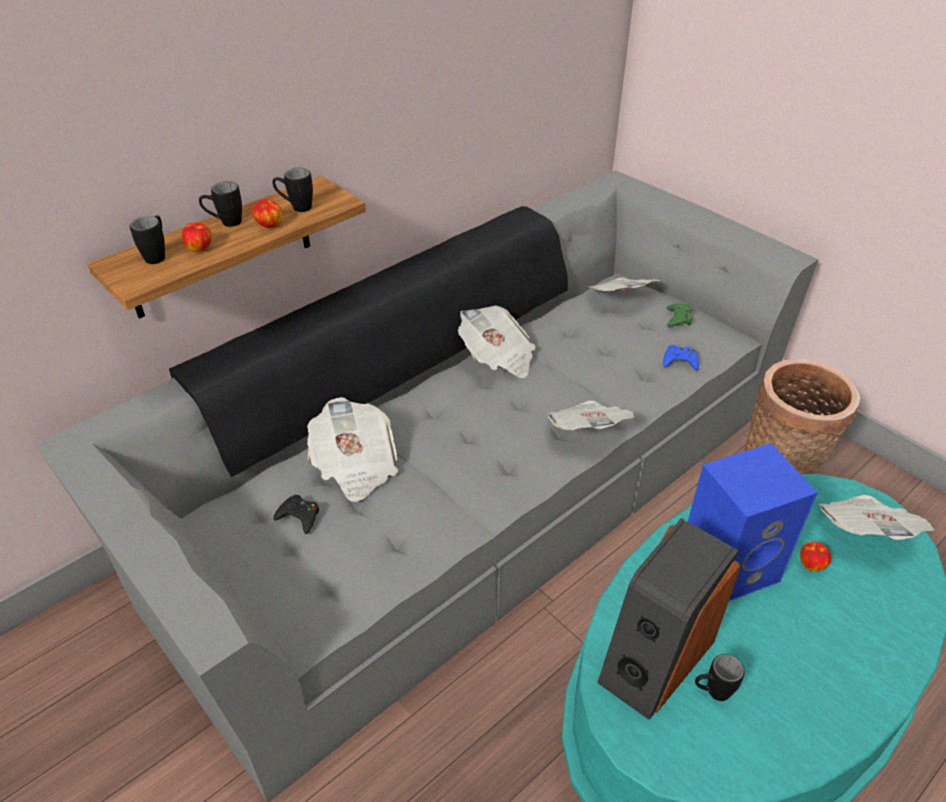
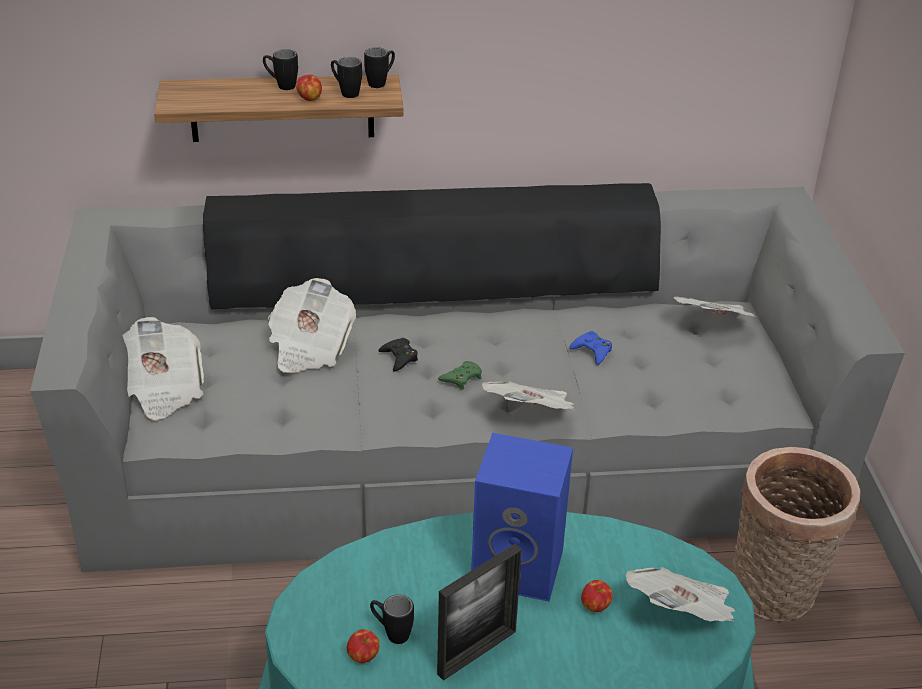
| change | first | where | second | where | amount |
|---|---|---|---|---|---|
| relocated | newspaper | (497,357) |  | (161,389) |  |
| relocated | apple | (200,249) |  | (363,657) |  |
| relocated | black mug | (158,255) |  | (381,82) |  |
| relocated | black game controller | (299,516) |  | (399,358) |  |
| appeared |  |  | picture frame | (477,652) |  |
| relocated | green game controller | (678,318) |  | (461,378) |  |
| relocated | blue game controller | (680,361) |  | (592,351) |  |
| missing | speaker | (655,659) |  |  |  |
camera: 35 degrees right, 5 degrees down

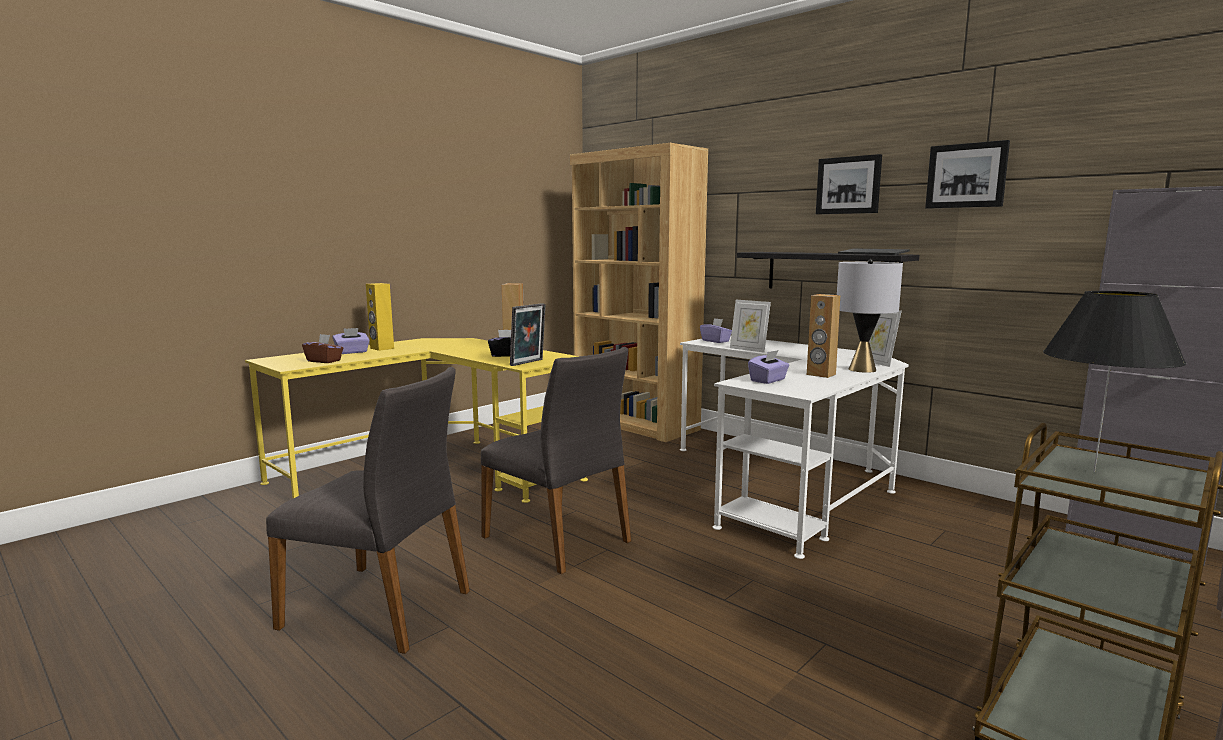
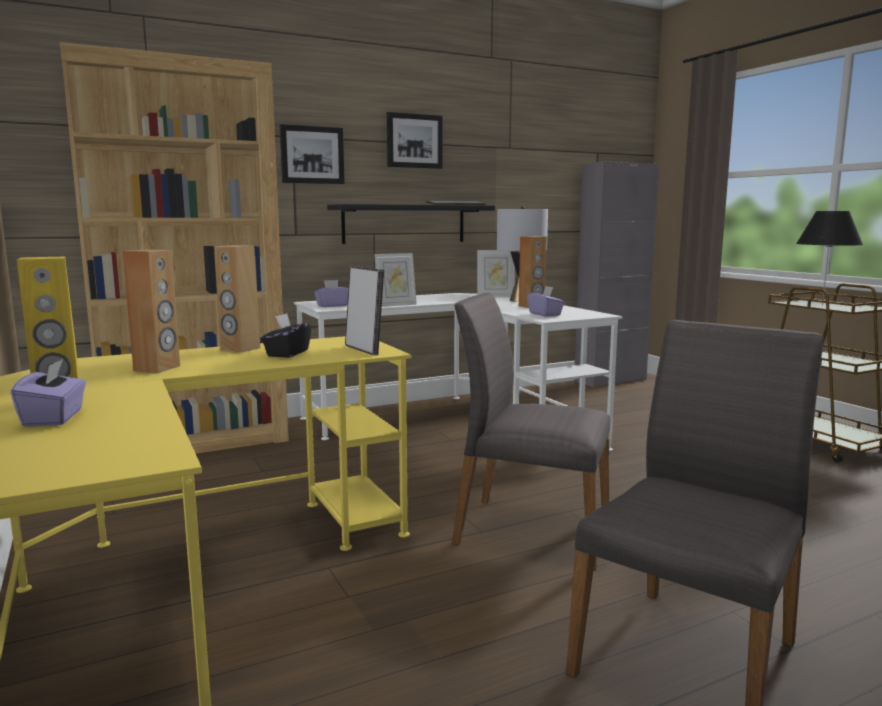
| change | first | where | second | where | amount |
|---|---|---|---|---|---|
| appeared |  |  | brown speaker | (157,368) |  |
| relocated | picture | (966,175) |  | (312,155) |  |
| spun | grey chair | (559,538) |  | (531,530) | 135 degrees counterclockwise |
| missing | brown tissue box | (324,361) |  |  |  |
camera: 70 degrees left, 0 degrees up

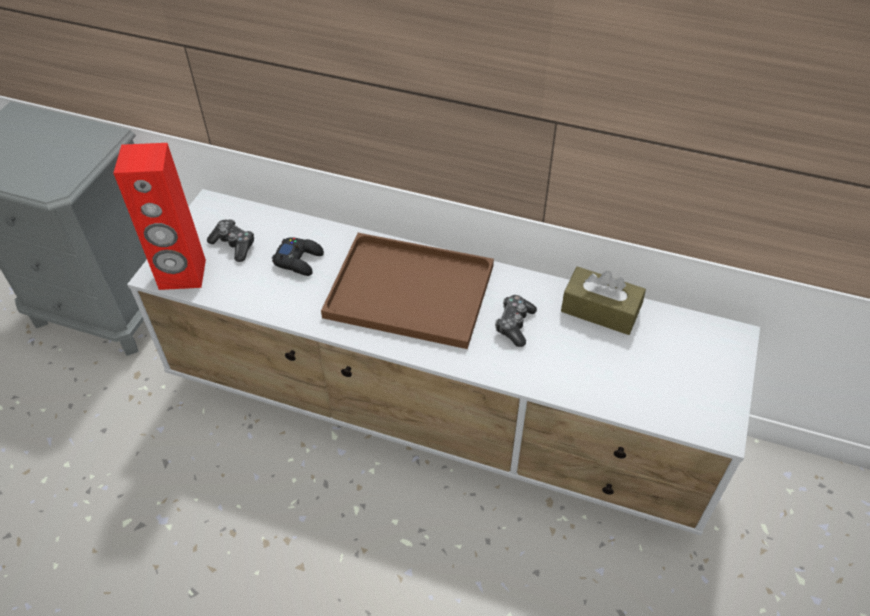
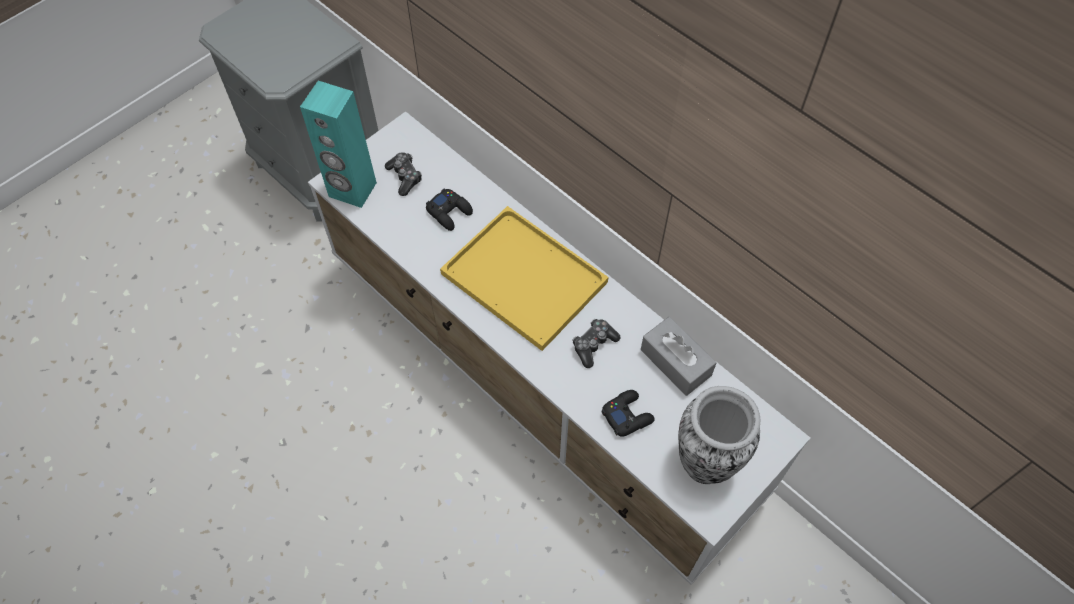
| change | first | where | second | where | amount |
|---|---|---|---|---|---|
| colour | red speaker | (182,275) | turquoise speaker | (352,190) |  |
| colour | brown tray | (406,292) | yellow tray | (520,277) |  |
| appeared |  |  | black game controller | (627,415) |  |
| colour | brown tissue box | (600,310) | grey tissue box | (675,362) |  |
| appeared |  |  | vase | (706,462) |  |
camera: 25 degrees right, 10 degrees up

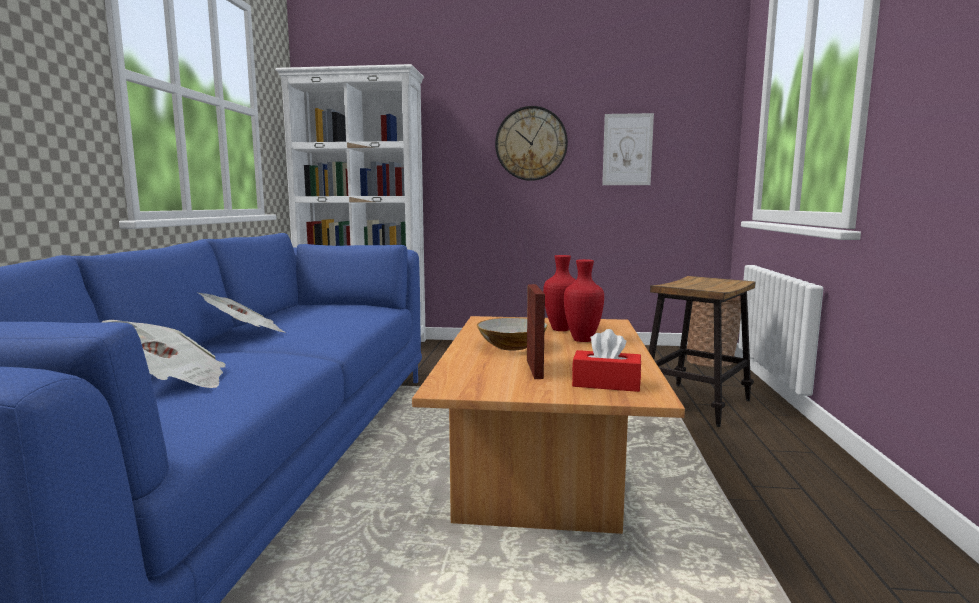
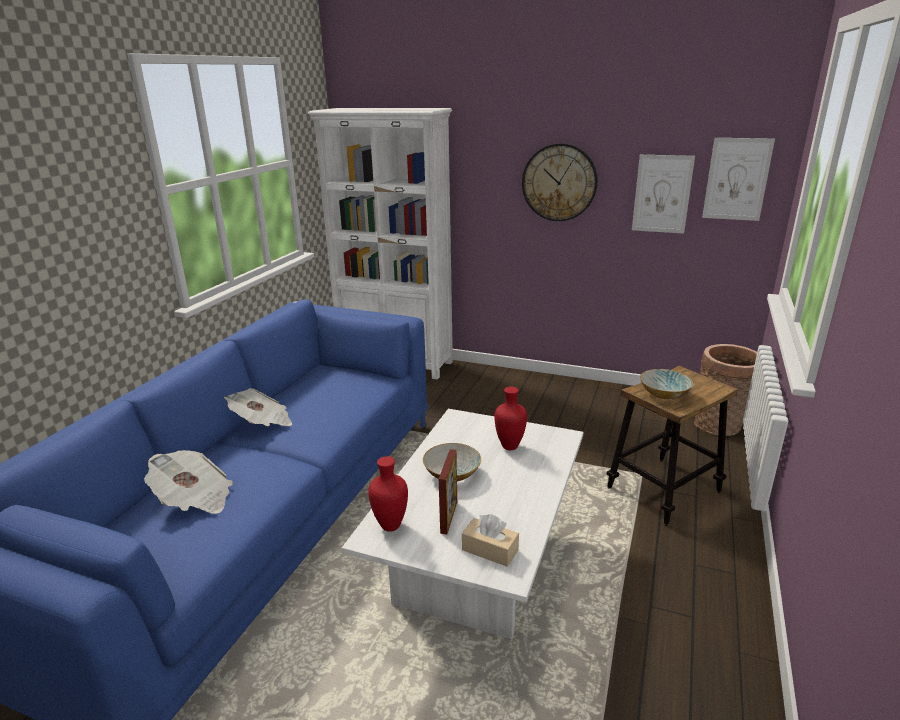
| change | first | where | second | where | amount |
|---|---|---|---|---|---|
| colour | brown coffee table | (544,483) | white coffee table | (478,573) |  |
| relocated | red vase | (584,340) |  | (392,526) |  |
| colour | red tissue box | (606,384) | beige tissue box | (490,550) |  |
| appeared |  |  | bowl | (665,394) |  |
| appeared |  |  | picture | (737,179) |  |
camera: 15 degrees right, 15 degrees up

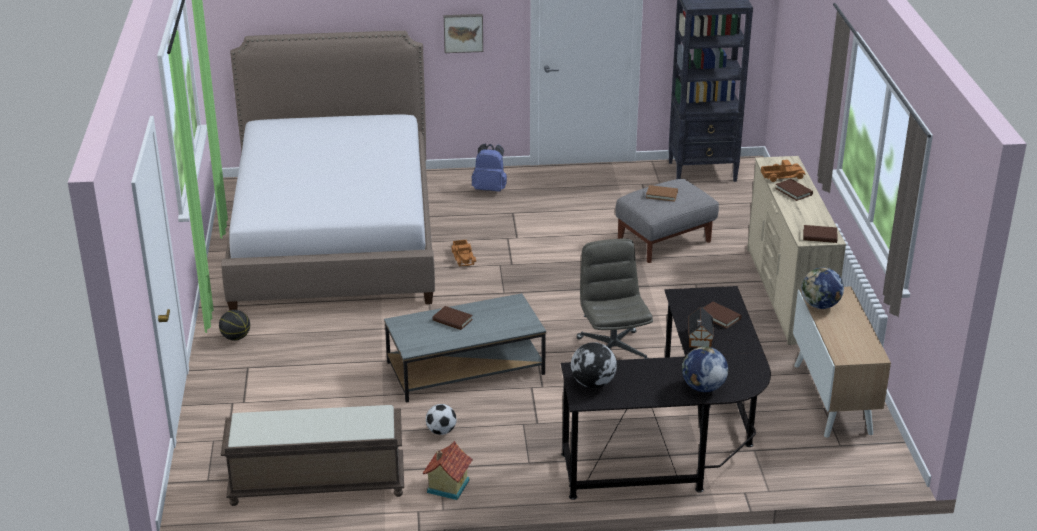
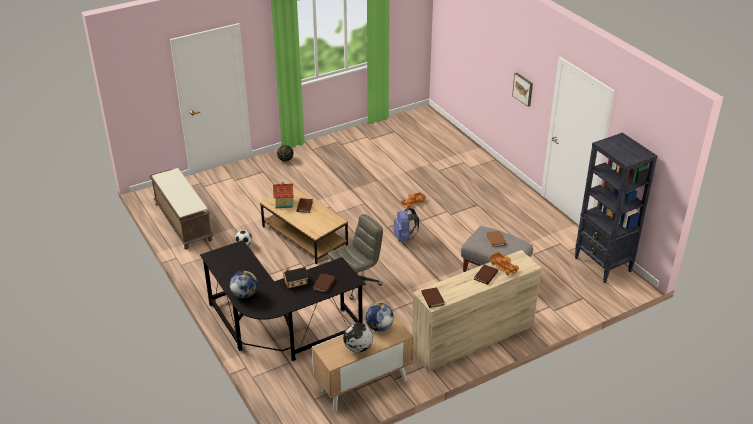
| change | first | where | second | where | amount |
|---|---|---|---|---|---|
| colour | grey coffee table | (465,368) | brown coffee table | (305,236) |  |
| relocated | toy house | (447,486) |  | (284,202) |  |
| relocated | globe | (593,384) |  | (358,348) |  |
| relocated | blue backpack | (490,189) |  | (404,238) |  |
| missing | bed | (334,237) |  |  |  |
camera: 65 degrees right, 5 degrees up

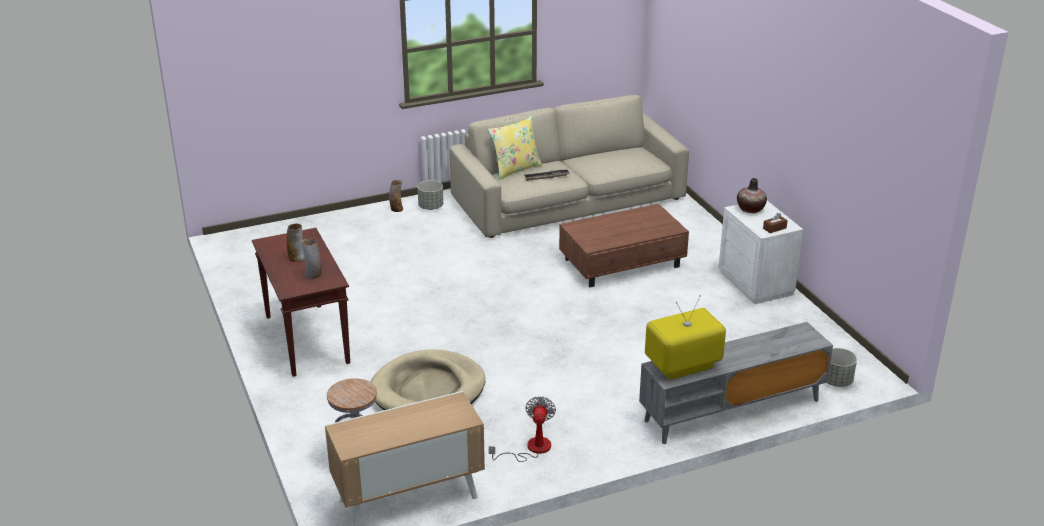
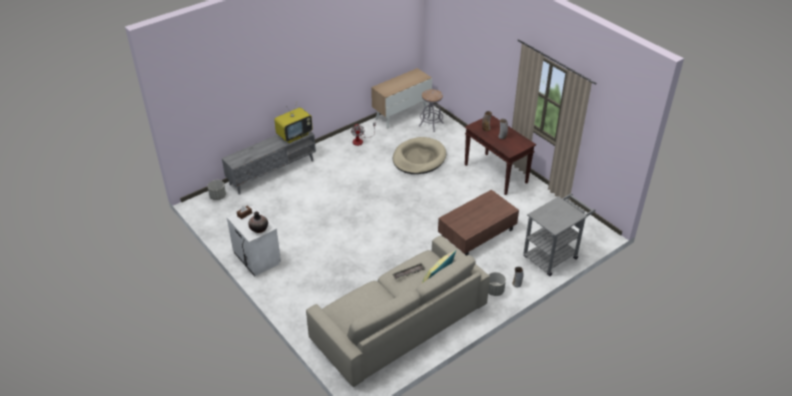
| change | first | where | second | where | amount |
|---|---|---|---|---|---|
| relocated | brown coffee table | (623,263) |  | (476,233) |  |
| appeared |  |  | grey cart | (553,255) |  |
camera: 165 degrees right, 10 degrees up

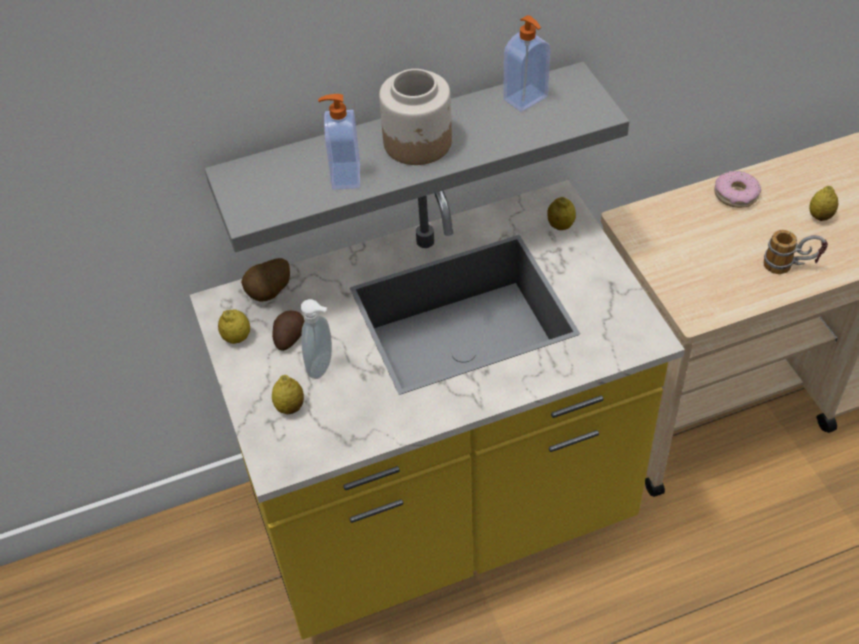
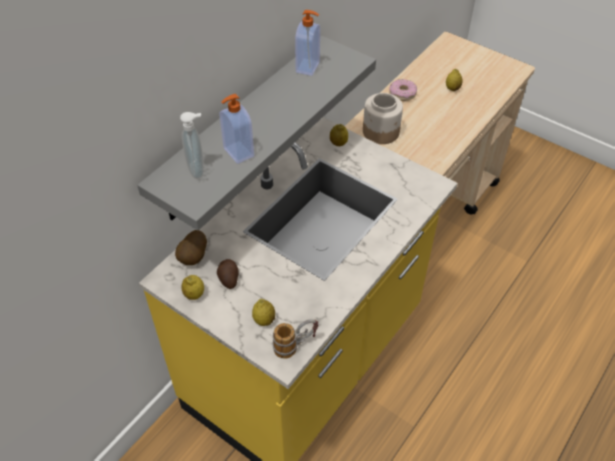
| change | first | where | second | where | amount |
|---|---|---|---|---|---|
| relocated | soap dispenser | (323,366) |  | (198,169) |  |
| relocated | mug | (790,266) |  | (295,345) |  |
| relocated | jar | (418,143) |  | (381,132) |  |
camera: 35 degrees left, 0 degrees up

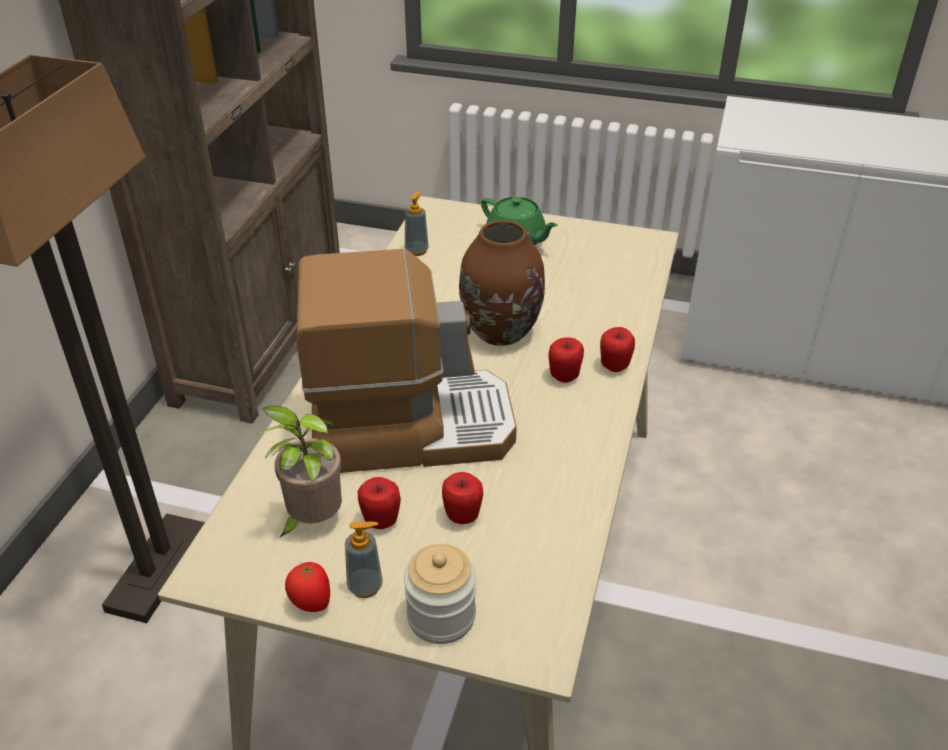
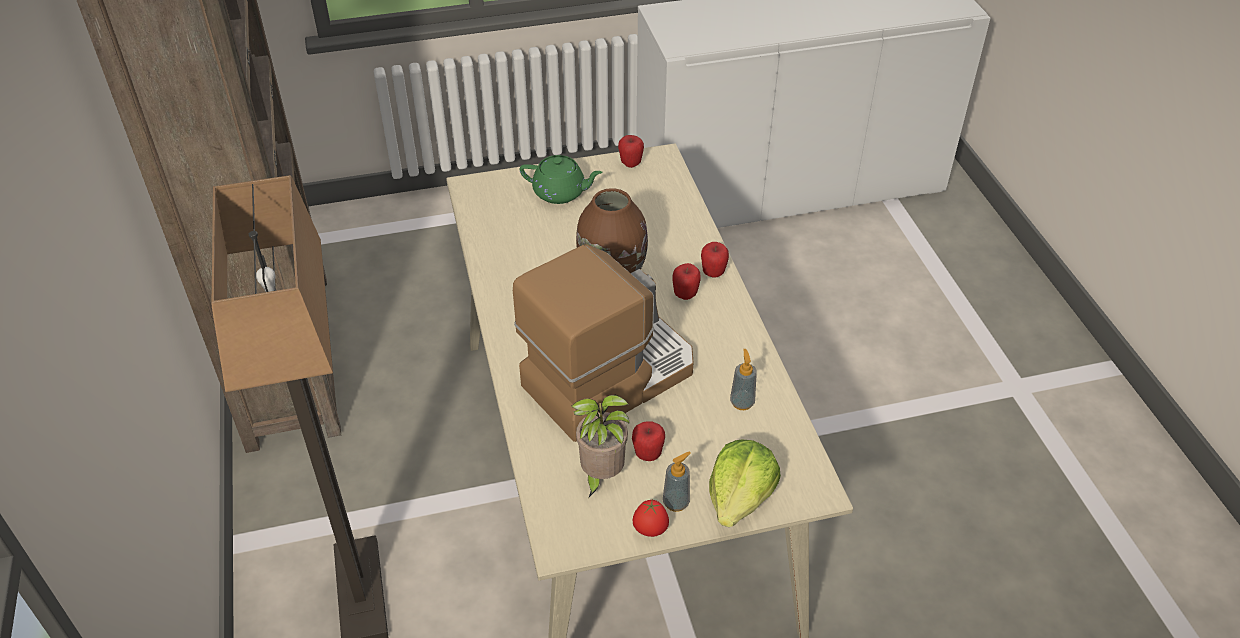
| change | first | where | second | where | amount |
|---|---|---|---|---|---|
| relocated | apple | (462,516) |  | (630,163) |  |
| exchanged | jar | (441,616) | lettuce | (740,498) |  |
| relocated | soap dispenser | (416,251) |  | (742,402) |  |
camera: 30 degrees left, 5 degrees up

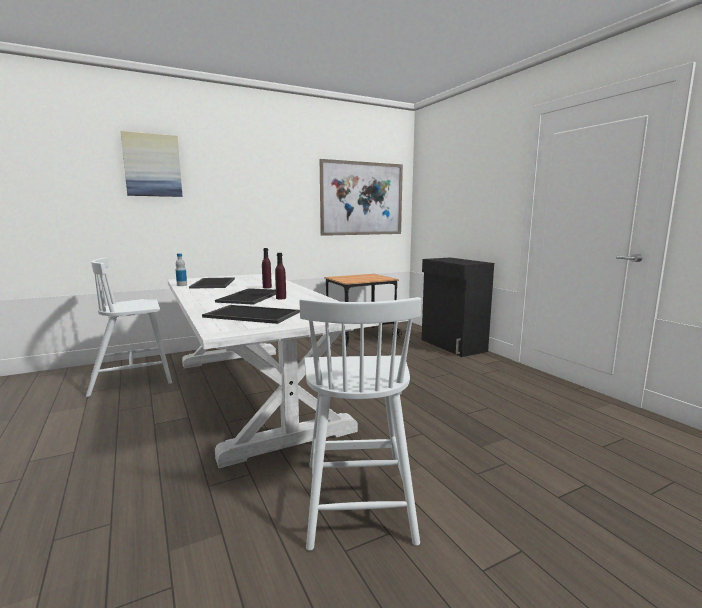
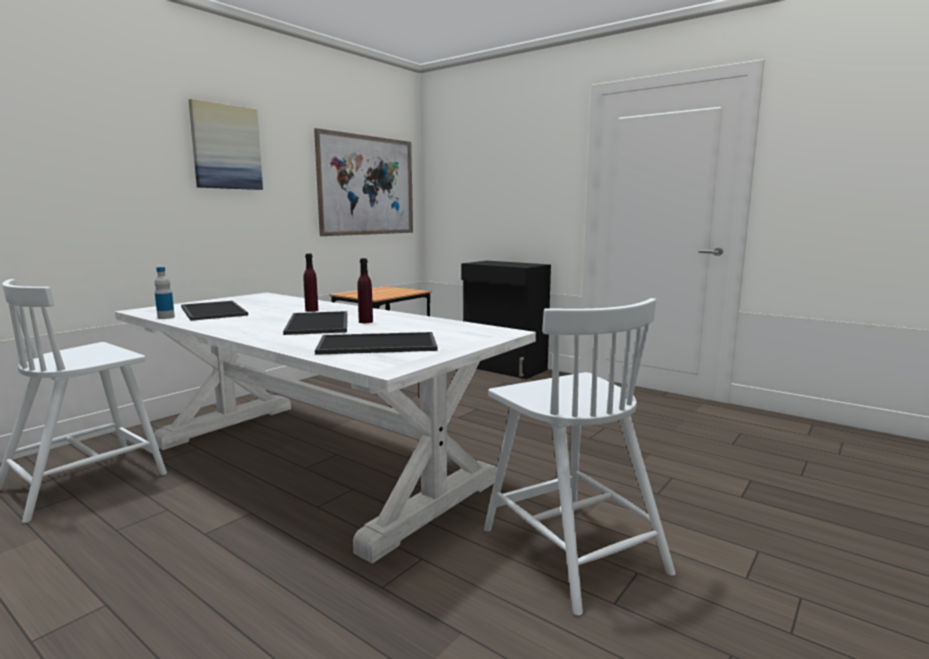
| change | first | where | second | where | amount |
|---|---|---|---|---|---|
| relocated | picture | (152,165) |  | (226,147) |  |
camera: 25 degrees left, 0 degrees up

